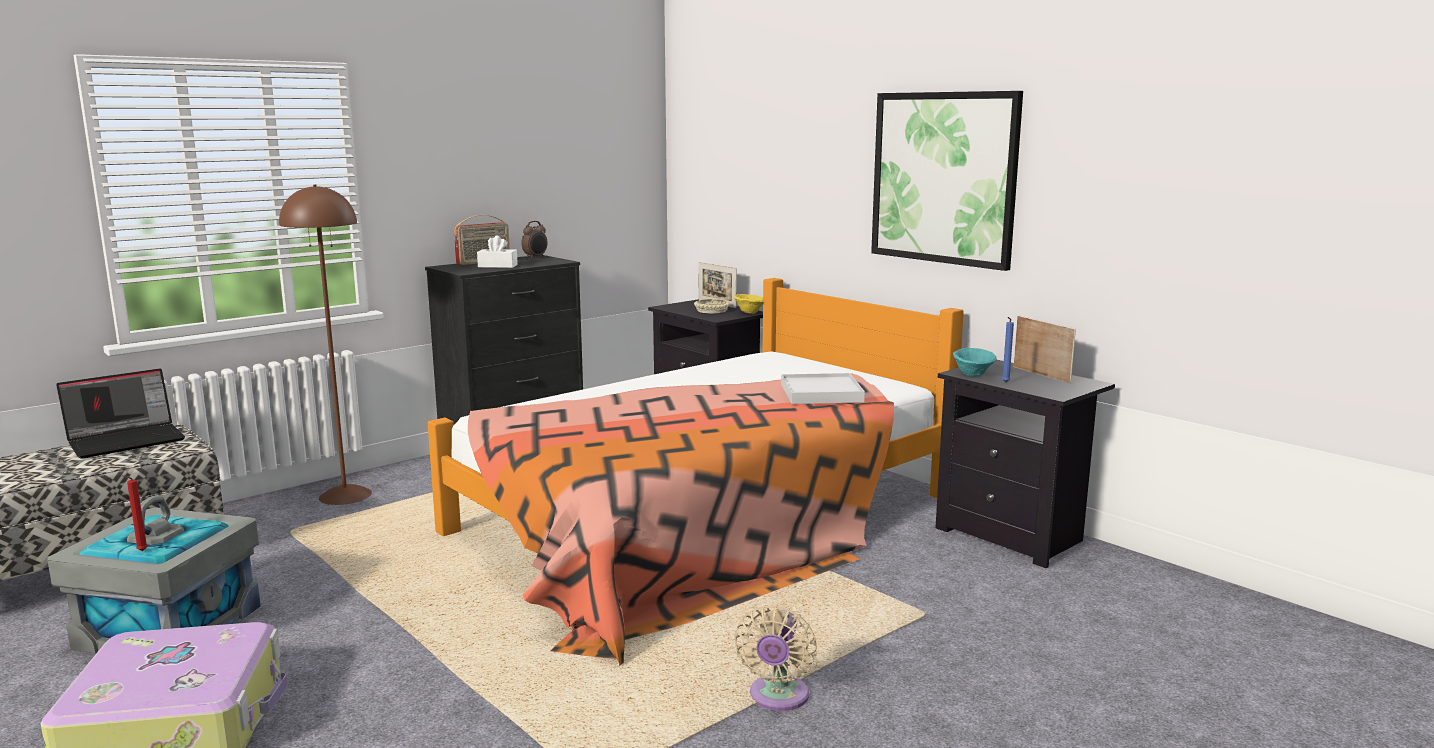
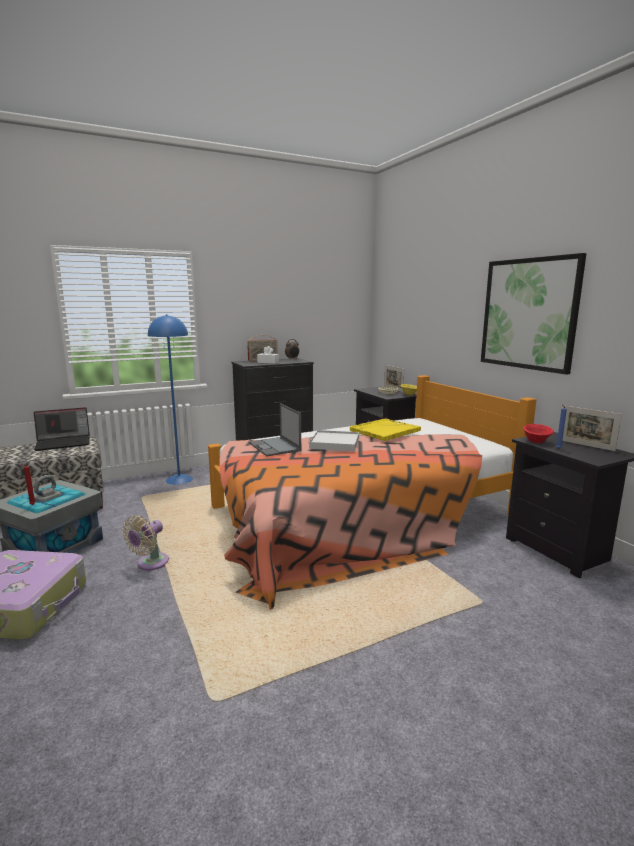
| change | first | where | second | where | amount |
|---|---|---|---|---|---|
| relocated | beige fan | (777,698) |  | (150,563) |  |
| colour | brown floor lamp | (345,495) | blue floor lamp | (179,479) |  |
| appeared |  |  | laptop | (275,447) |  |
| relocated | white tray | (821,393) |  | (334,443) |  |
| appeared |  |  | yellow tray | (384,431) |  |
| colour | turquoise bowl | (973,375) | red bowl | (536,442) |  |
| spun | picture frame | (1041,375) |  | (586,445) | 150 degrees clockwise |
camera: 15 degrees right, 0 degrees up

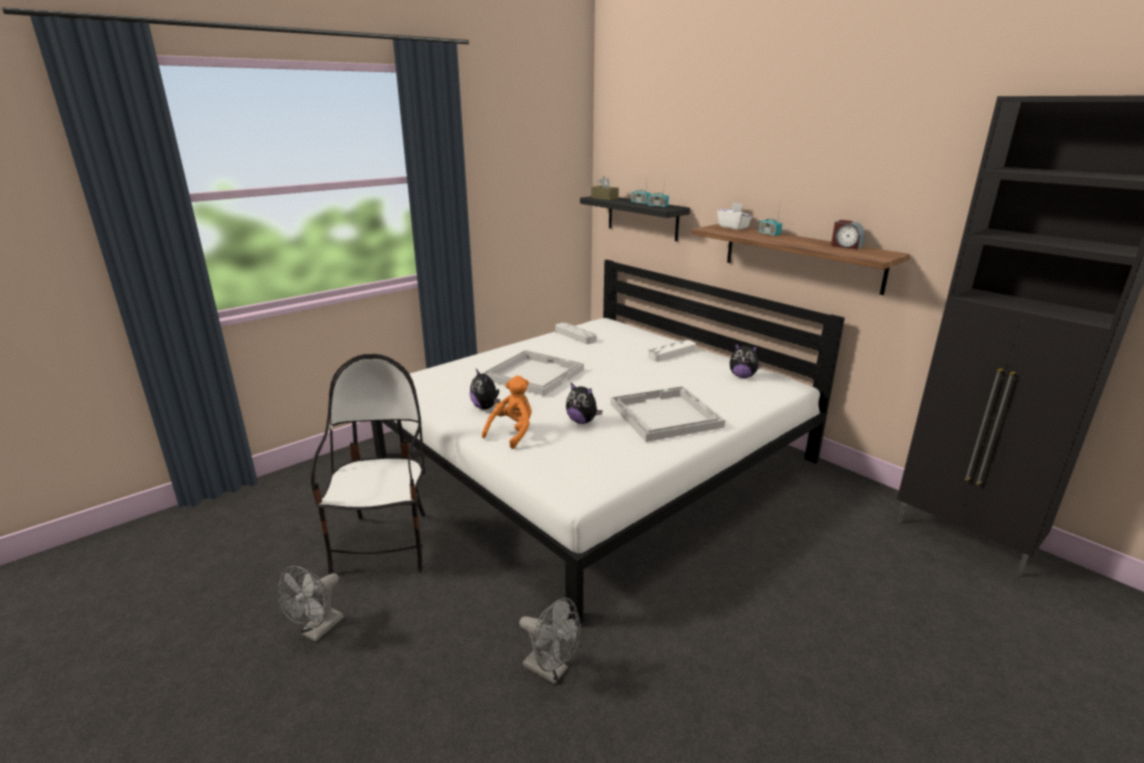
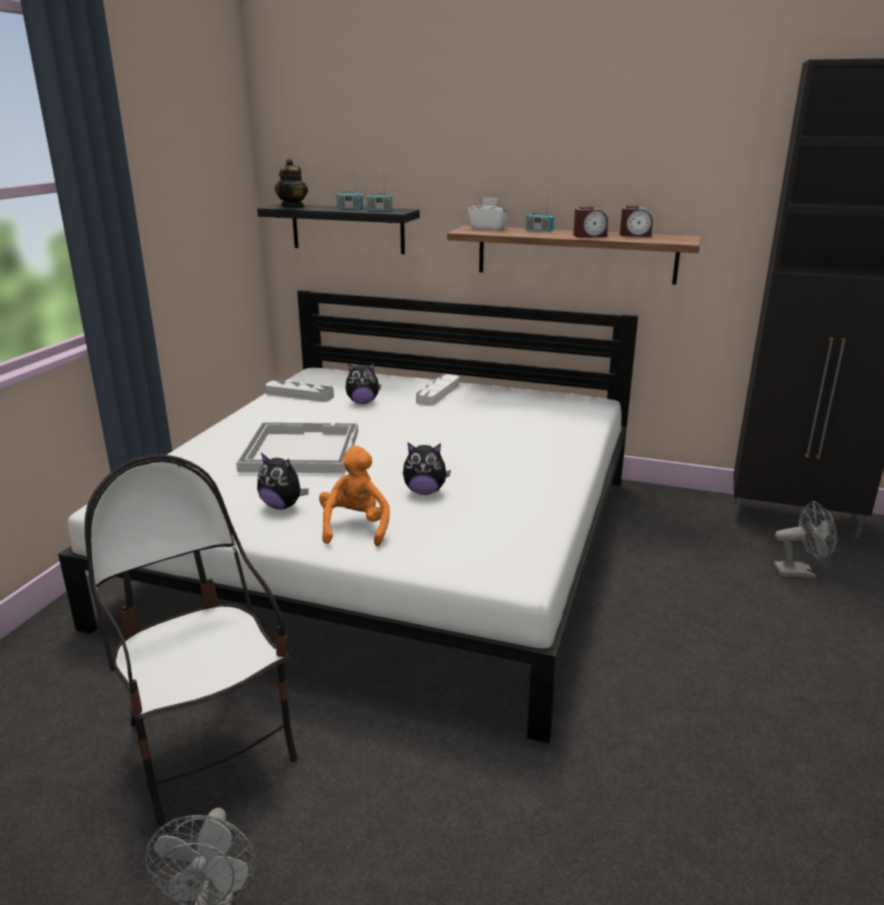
| change | first | where | second | where | amount |
|---|---|---|---|---|---|
| exchanged | brown tissue box | (604,198) | teapot | (293,207) |  |
| relocated | plush toy | (742,376) |  | (363,402) |  |
| appeared |  |  | alarm clock | (589,236) |  |
| relocated | grey fan | (551,670) |  | (800,572) |  |
| missing | white tray | (664,415) |  |  |  |
camera: 30 degrees left, 0 degrees up

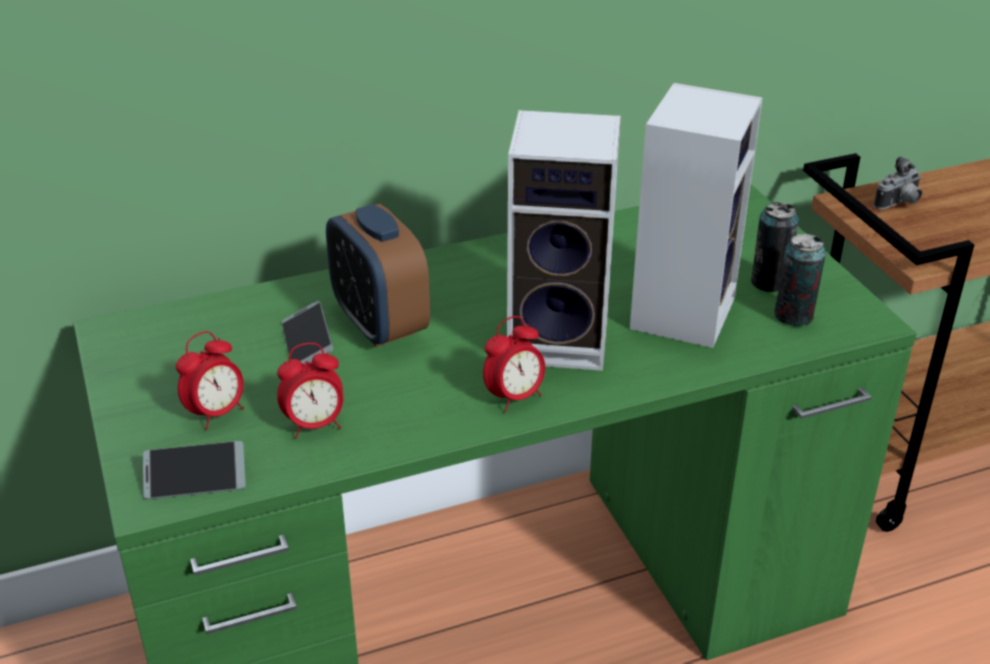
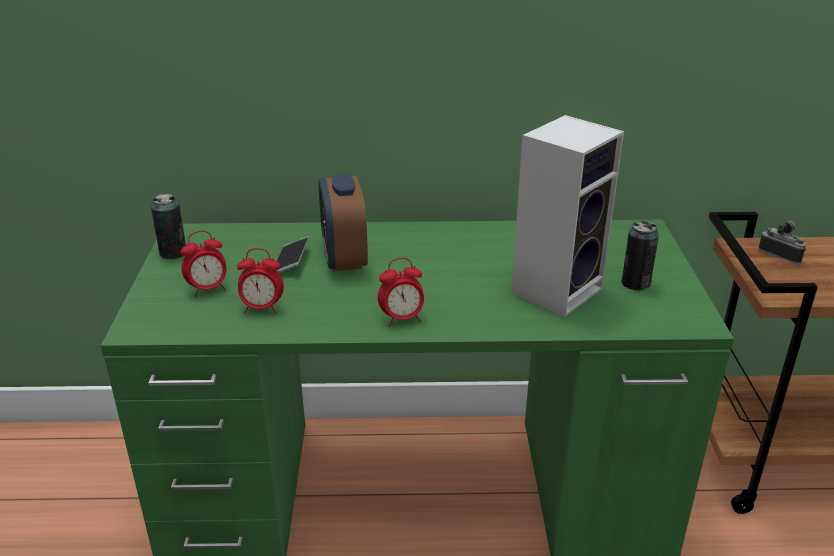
| change | first | where | second | where | amount |
|---|---|---|---|---|---|
| relocated | can | (793,316) |  | (173,253) |  |
| spun | photo camera | (899,204) |  | (781,254) | 120 degrees counterclockwise |
| missing | phone | (195,478) |  |  |  |
| missing | speaker | (563,339) |  |  |  |
camera: 20 degrees right, 5 degrees down

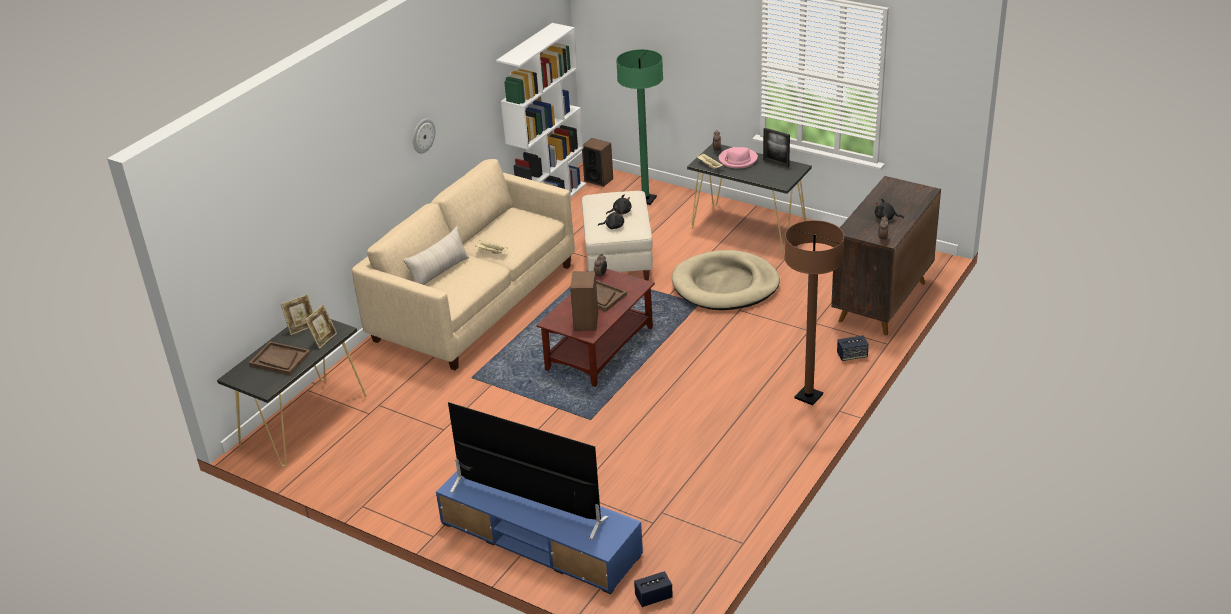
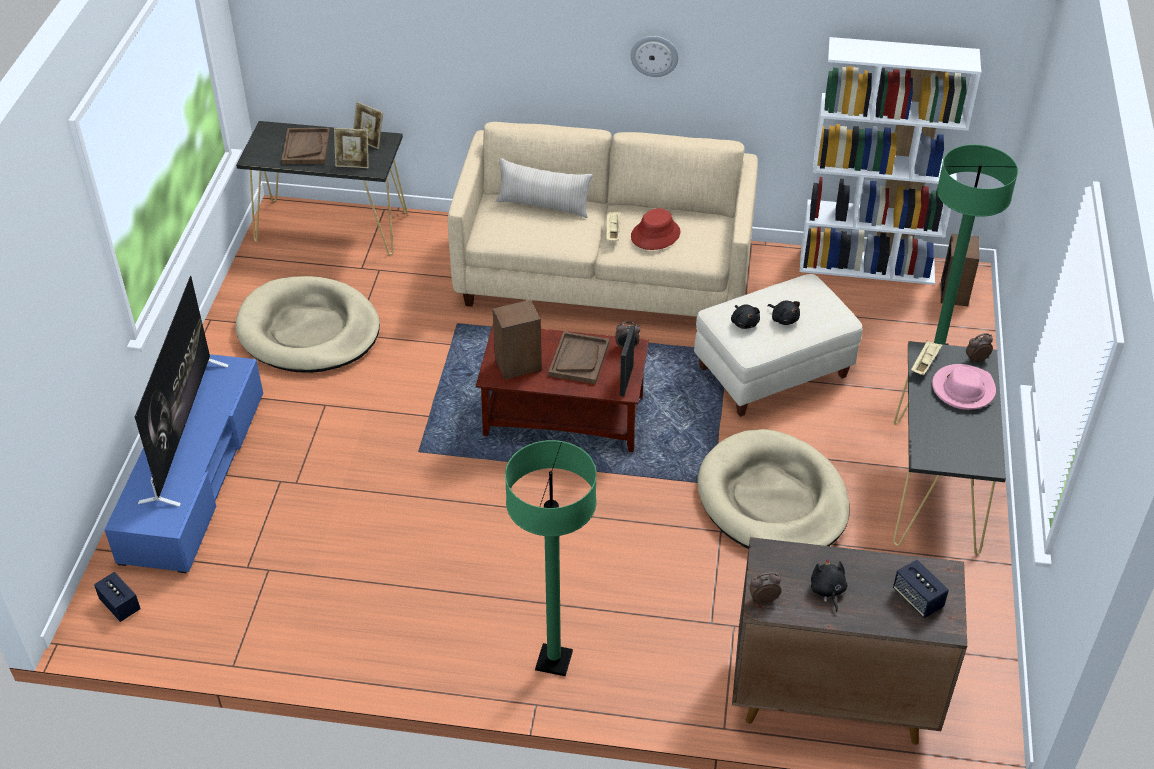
| change | first | where | second | where | amount |
|---|---|---|---|---|---|
| appeared |  |  | beige dog bed | (309,330) |  |
| colour | brown floor lamp | (808,396) | green floor lamp | (554,661) |  |
| relocated | picture frame | (776,163) |  | (626,380) |  |
| appeared |  |  | red hat | (655,235) |  |
| relocated | speaker | (852,356) |  | (917,598) |  |
camera: 65 degrees right, 10 degrees up

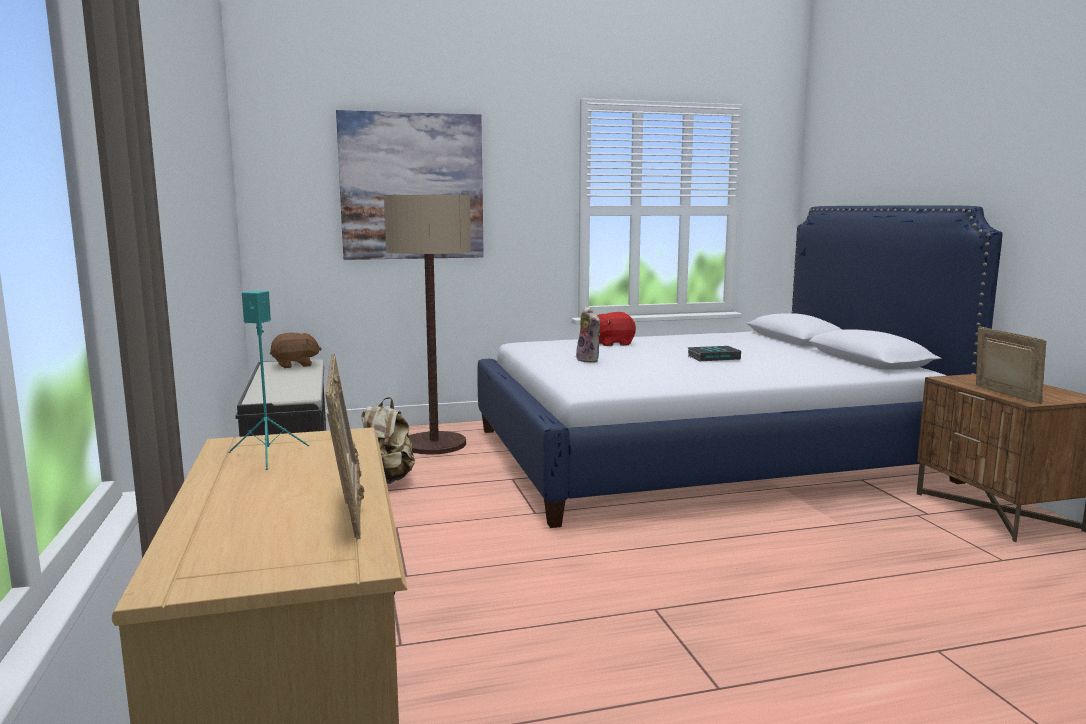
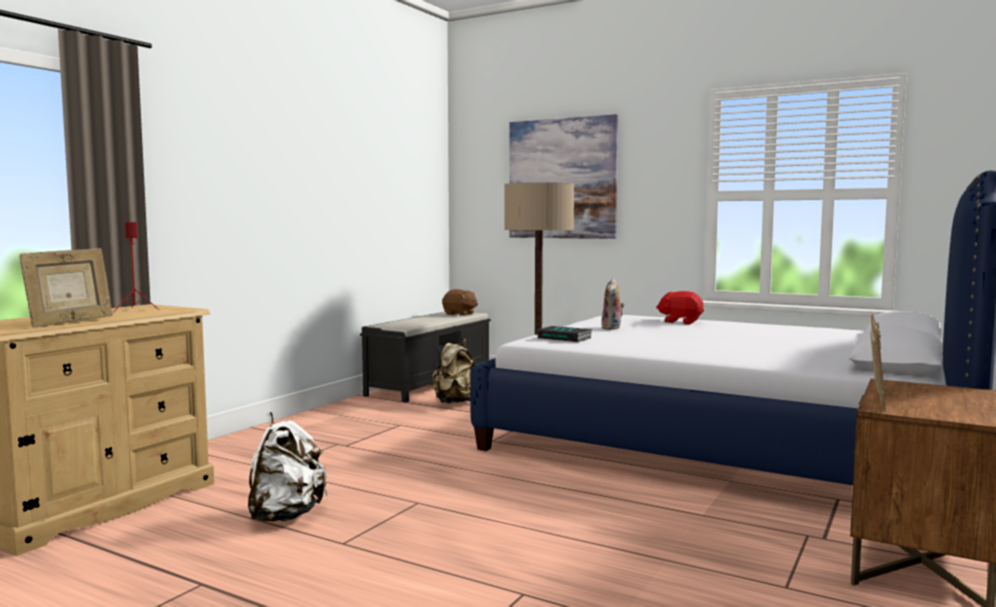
| change | first | where | second | where | amount |
|---|---|---|---|---|---|
| colour | turquoise speaker | (269,455) | red speaker | (135,309) |  |
| appeared |  |  | white backpack | (286,516) |  |
| relocated | book | (713,357) |  | (565,338) |  |
camera: 45 degrees right, 5 degrees down

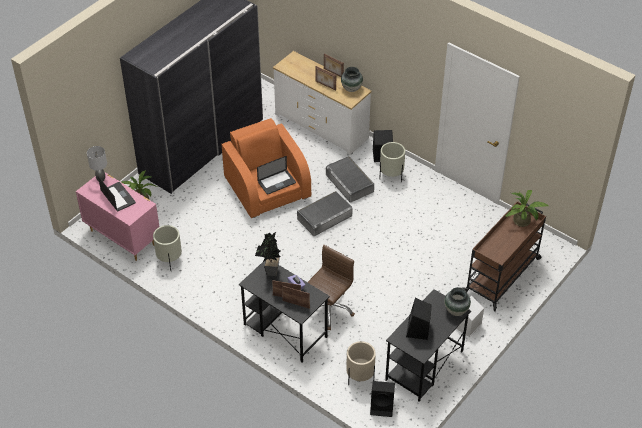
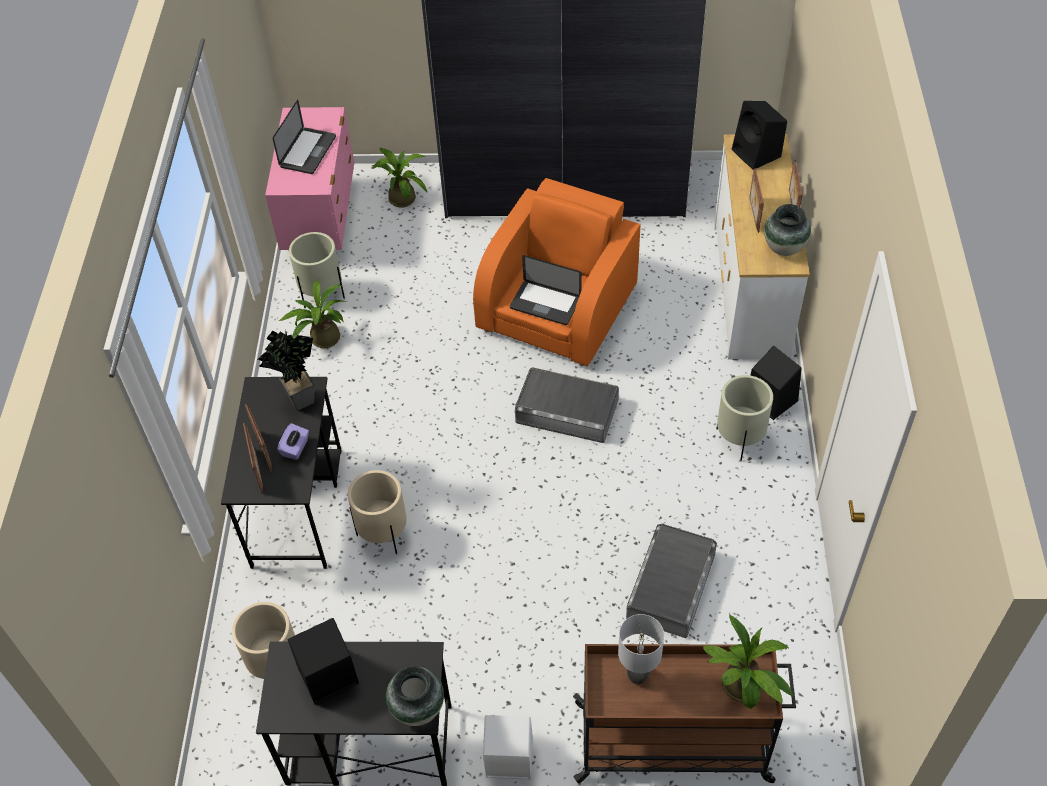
| change | first | where | second | where | amount |
|---|---|---|---|---|---|
| appeared |  |  | potted plant | (321,338) |  |
| exchanged | brown office chair | (328,309) | beige planter | (384,534) |  |
| relocated | grey table lamp | (101,179) |  | (638,676) |  |
| relocated | grey storage box | (349,183) |  | (671,586) |  |
| relocated | black speaker | (382,406) |  | (757,154) |  |
camera: 55 degrees right, 5 degrees up

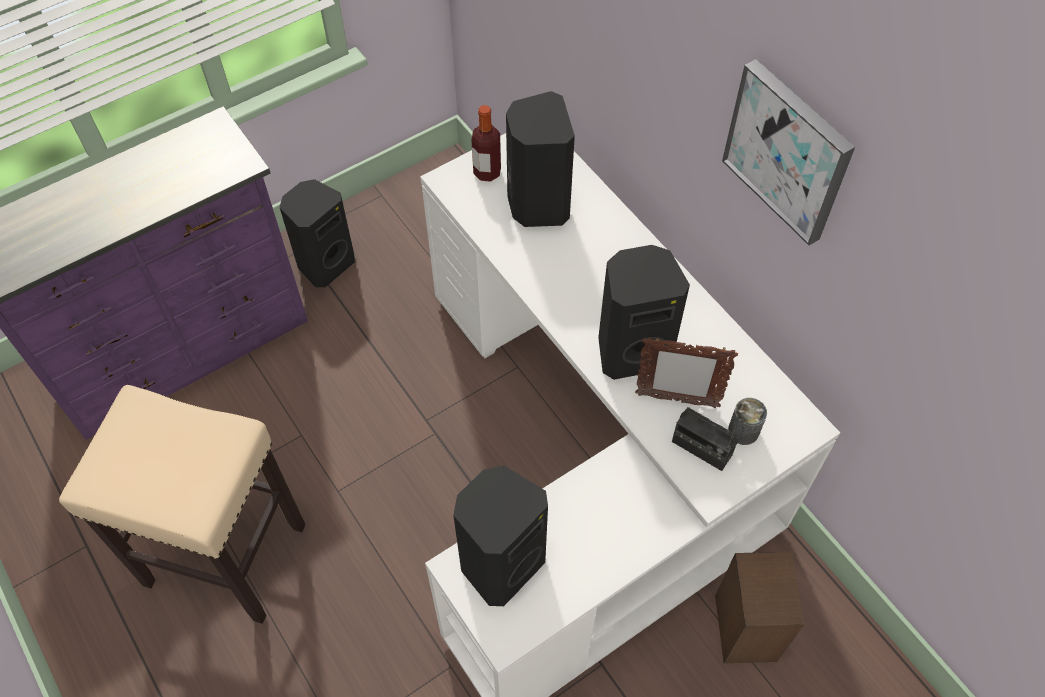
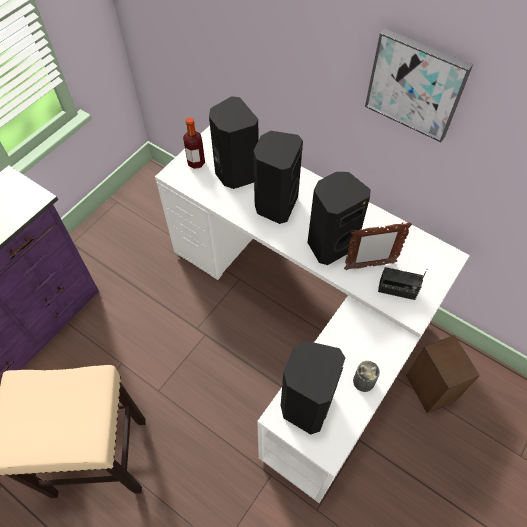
| change | first | where | second | where | amount |
|---|---|---|---|---|---|
| relocated | black speaker | (325,264) |  | (275,204) |  |
| relocated | can | (743,431) |  | (363,381) |  |
camera: 20 degrees left, 0 degrees up

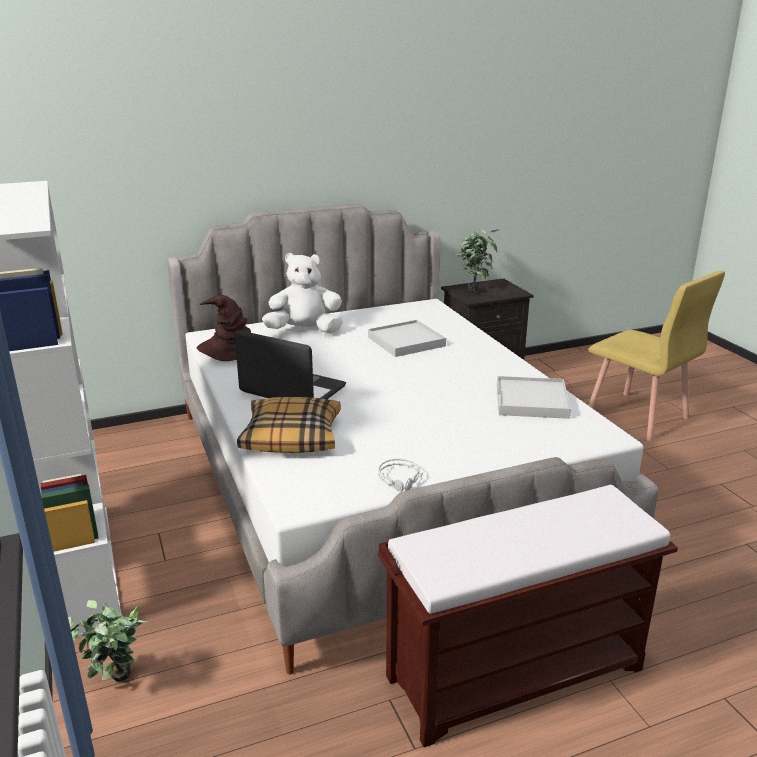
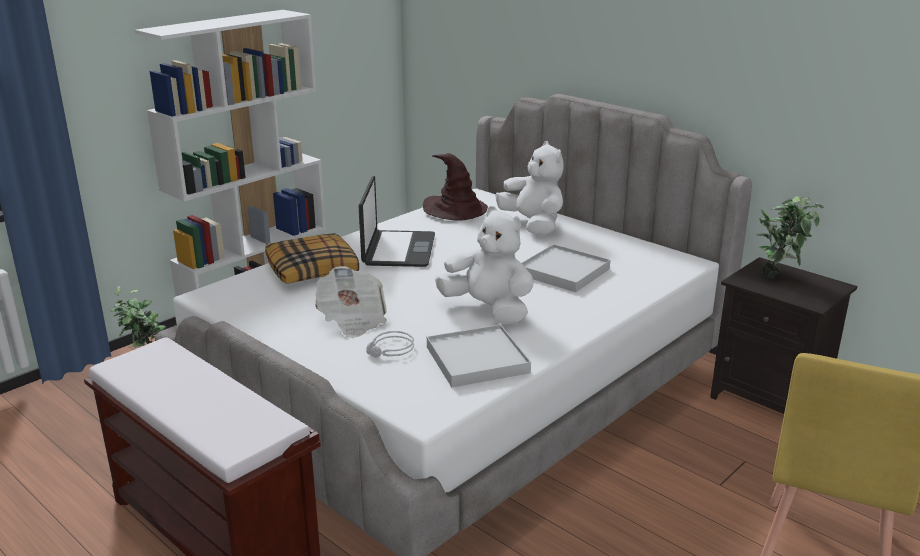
| change | first | where | second | where | amount |
|---|---|---|---|---|---|
| appeared |  |  | newspaper | (352,320) |  |
| relocated | grey headphones | (401,479) |  | (390,350) |  |
| appeared |  |  | white plush toy | (488,310) |  |
camera: 65 degrees right, 0 degrees up

